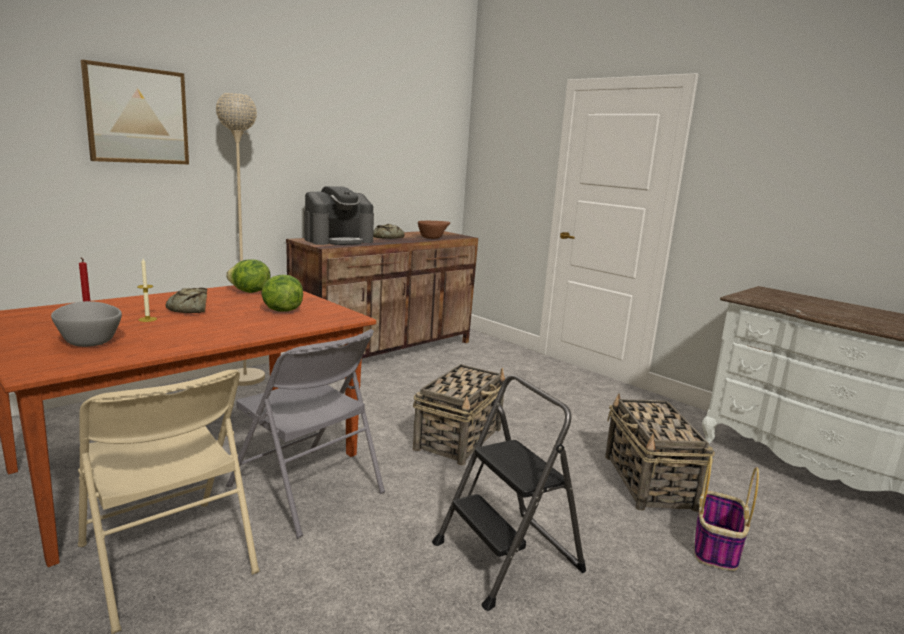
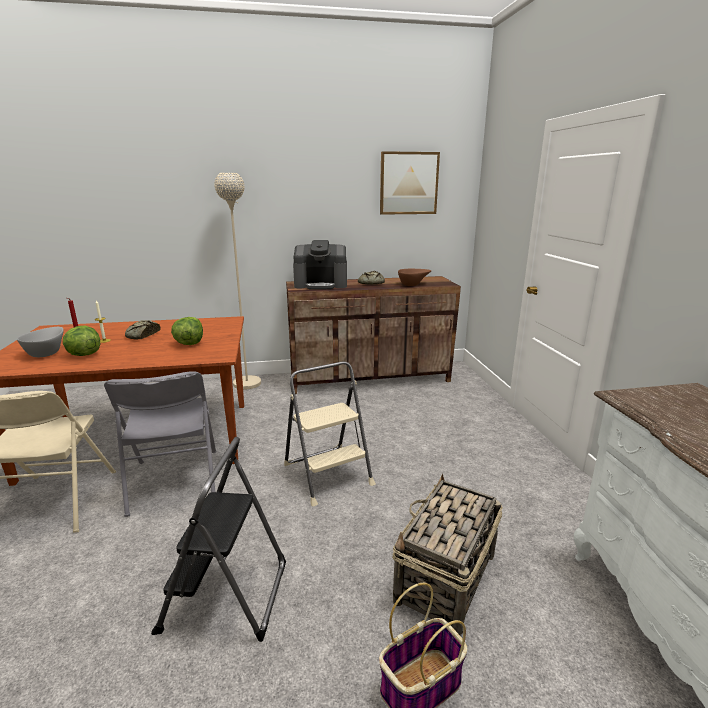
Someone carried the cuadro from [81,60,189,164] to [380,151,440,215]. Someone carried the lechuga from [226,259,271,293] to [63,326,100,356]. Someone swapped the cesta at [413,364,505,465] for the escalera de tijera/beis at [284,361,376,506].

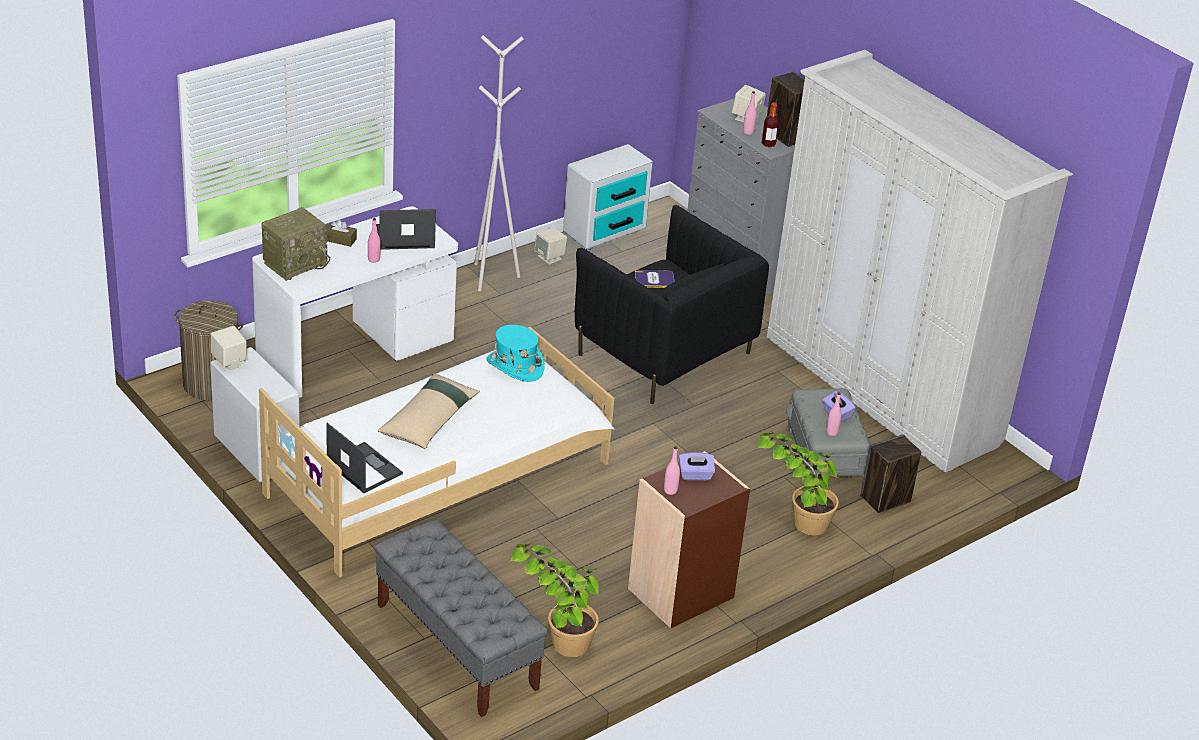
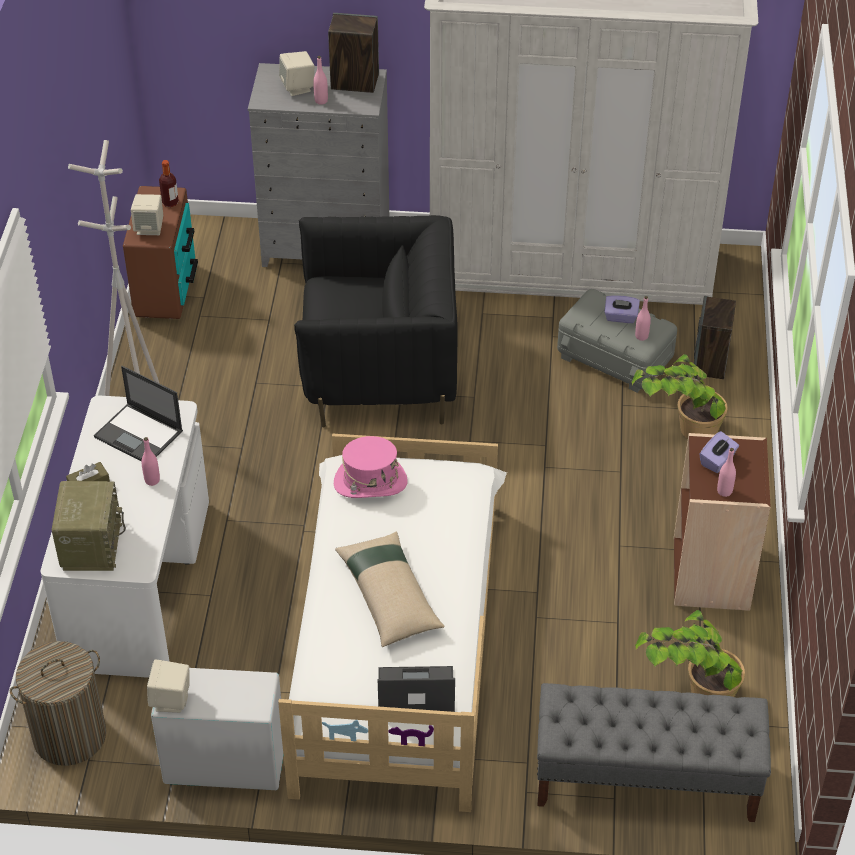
Someone rotated the portátil at [376,209,436,250] by 90 degrees counterclockwise. Someone repainted the sombrero/turquesa at [487,325,545,382], which became the sombrero/rosa at [334,436,408,498]. Someone carried the altavoz/beis from [534,228,567,265] to [131,194,163,235]. Someone repainted the mesita de noche/blanco at [563,144,653,250], which became the mesita de noche/marrón at [123,186,198,319]. Someone took away the libro at [635,270,674,288]. Someone carried the botella from [762,102,779,147] to [159,160,179,207].

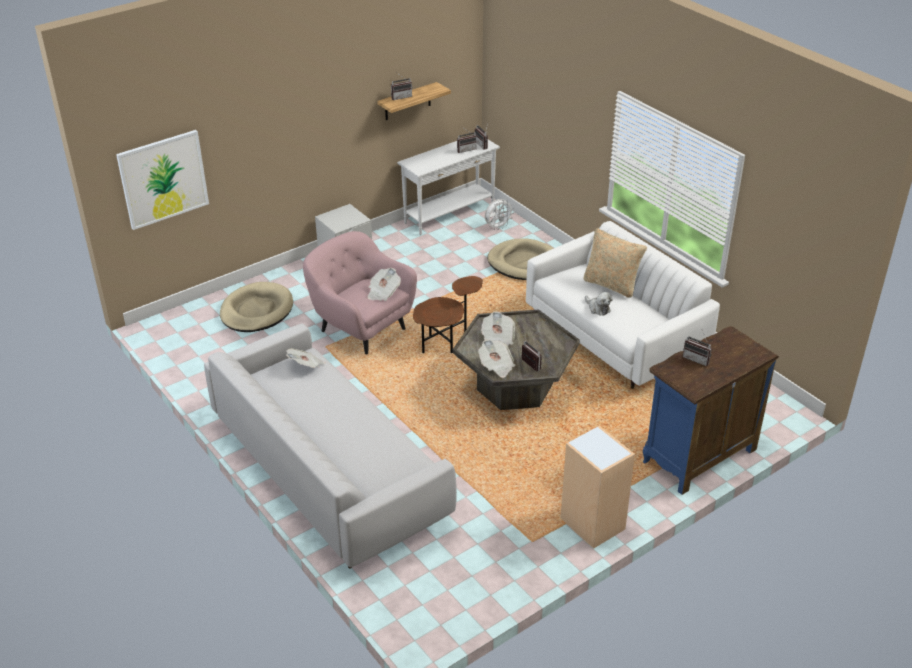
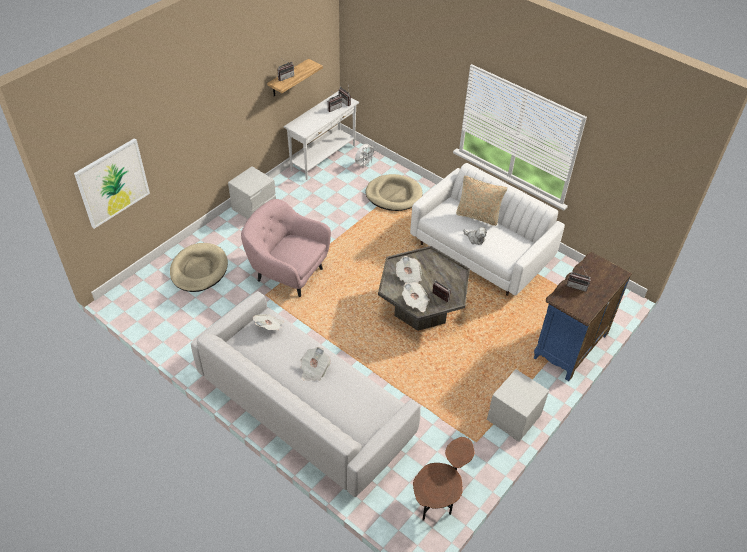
Someone carried the periódico from [367,268,401,301] to [300,347,330,381]. Someone carried the mesa auxiliar/marrón from [413,276,483,353] to [413,437,475,521]. Someone swapped the estantería at [560,426,635,549] for the mesita de noche/blanco at [487,369,549,442].

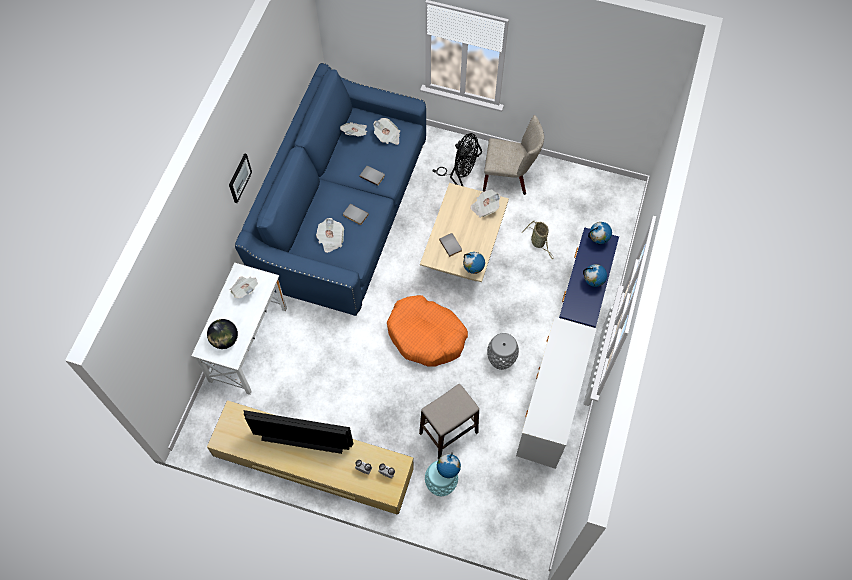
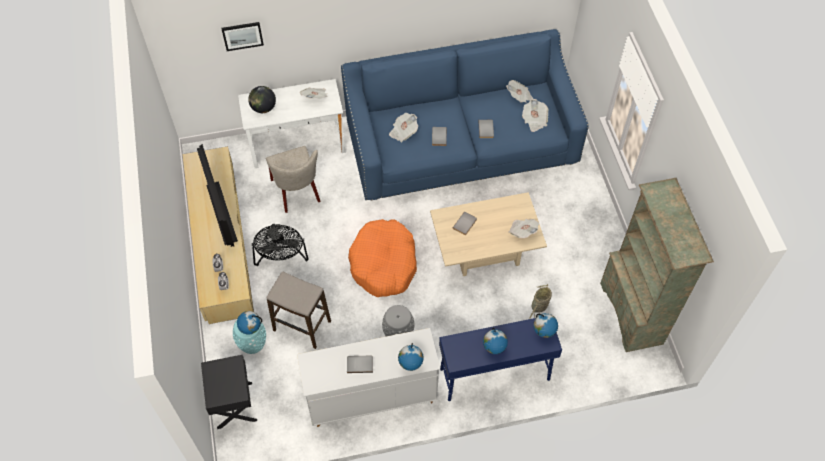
Someone carried the cuadro from [229,153,252,203] to [221,22,264,51]. Someone carried the ventilador/negro from [433,133,482,186] to [252,224,308,266]. Someone carried the globo terráqueo from [463,252,485,274] to [398,343,424,371]. Someone carried the silla/beis from [483,115,544,195] to [266,146,320,213]. Someone put down the mesita de noche/negro at [201,355,257,429]. Someone put down the libro/gris at [347,356,373,373]. Someone put down the estantería/verde at [600,178,714,352].

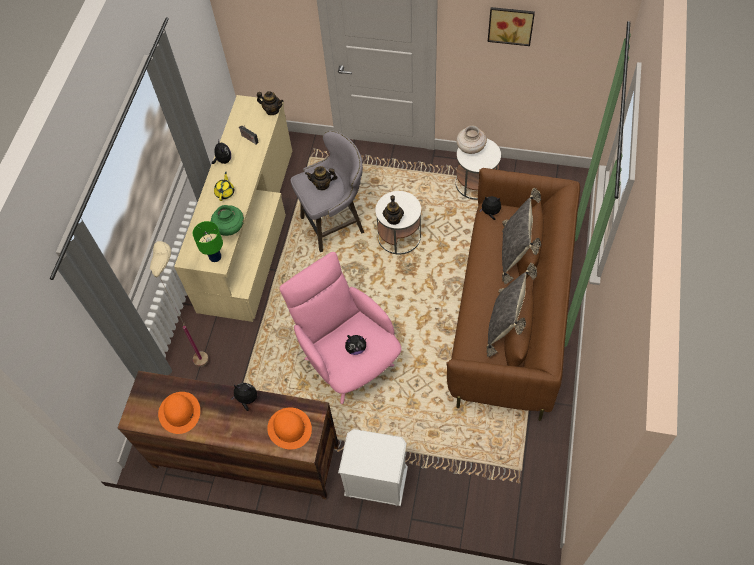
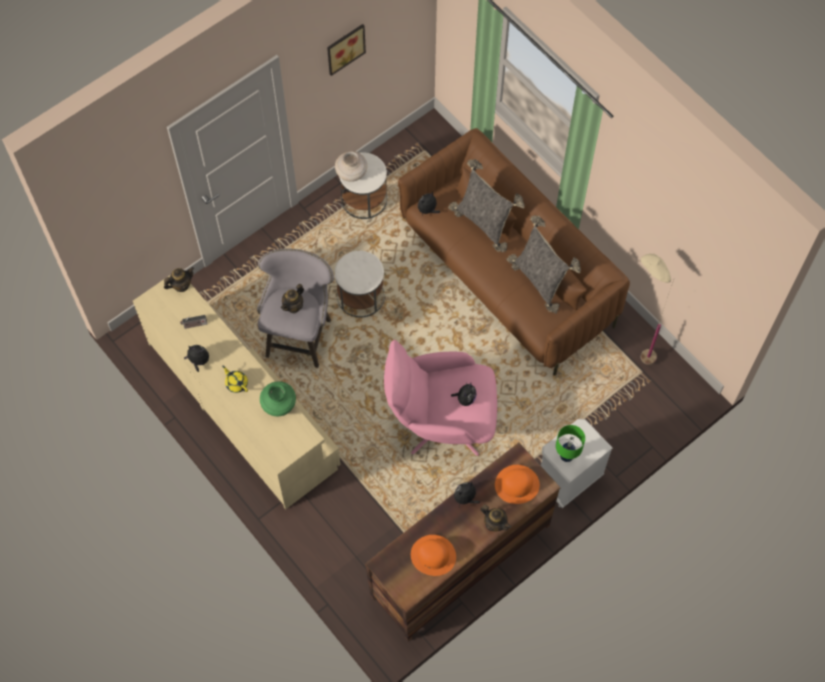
Someone carried the lámpara de pie/beis from [150,241,209,367] to [641,254,674,365]. Someone carried the lámpara de mesa/verde from [193,221,223,262] to [556,425,585,462]. Someone carried the tetera from [383,195,404,225] to [480,504,511,532].

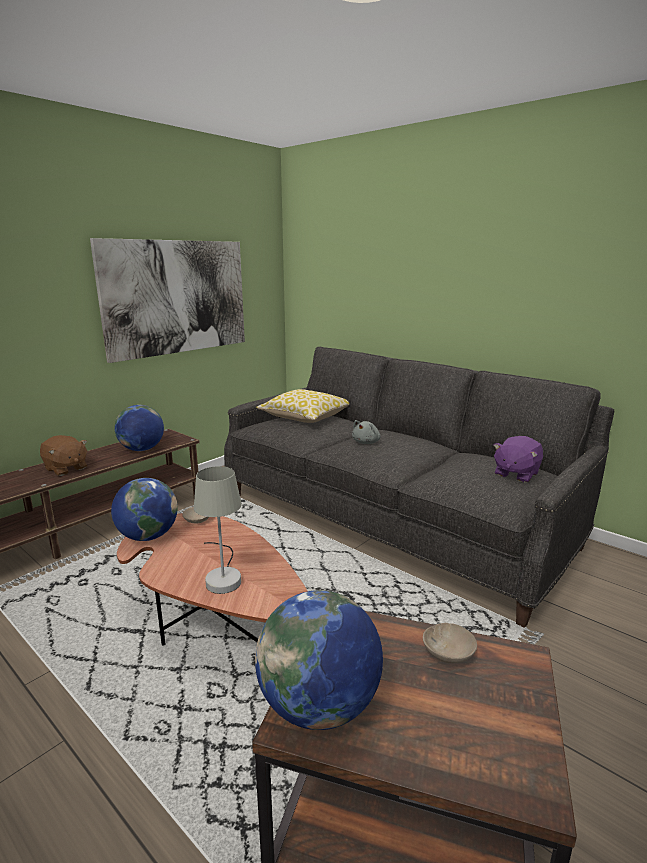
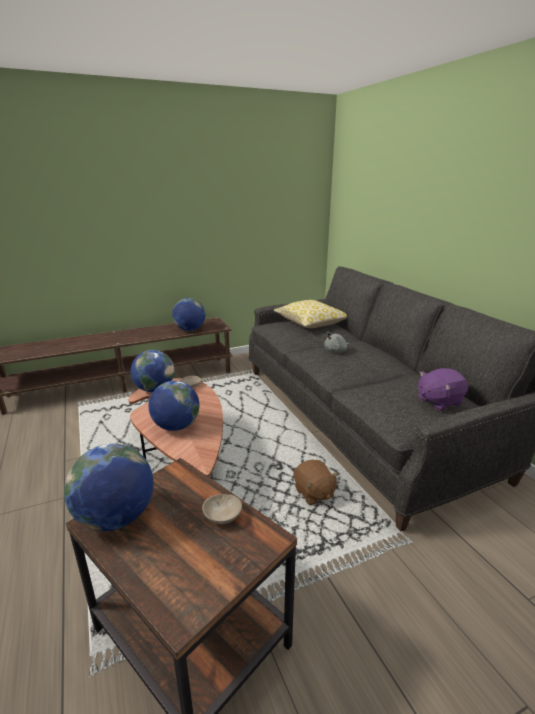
Someone carried the peluche/marrón from [40,435,87,476] to [294,460,339,505]. Someone took away the cuadro at [90,238,245,363]. Someone swapped the lámpara de mesa/gris at [194,466,242,594] for the globo terráqueo at [148,381,199,431].

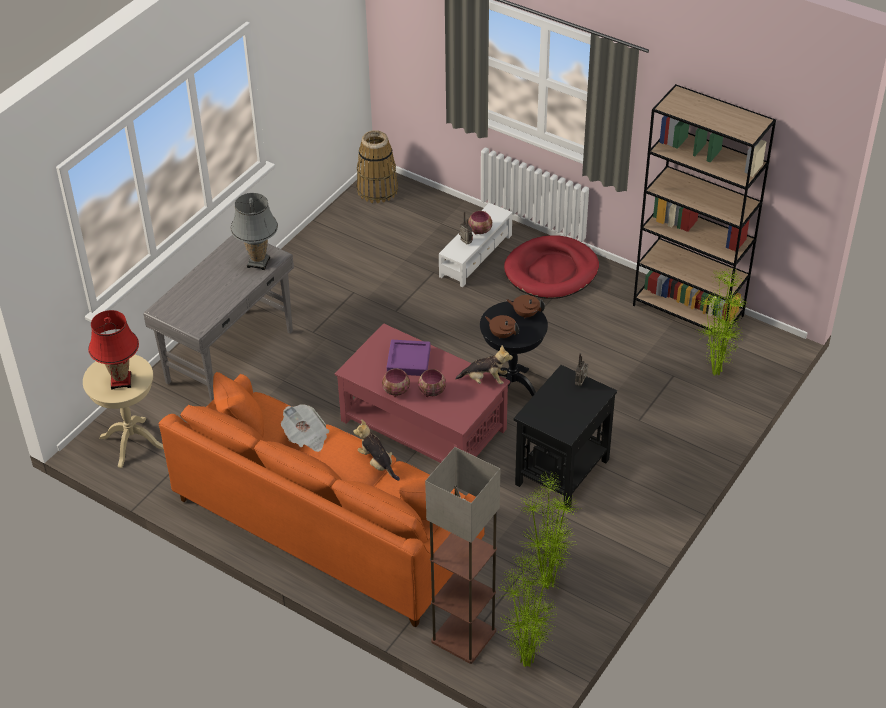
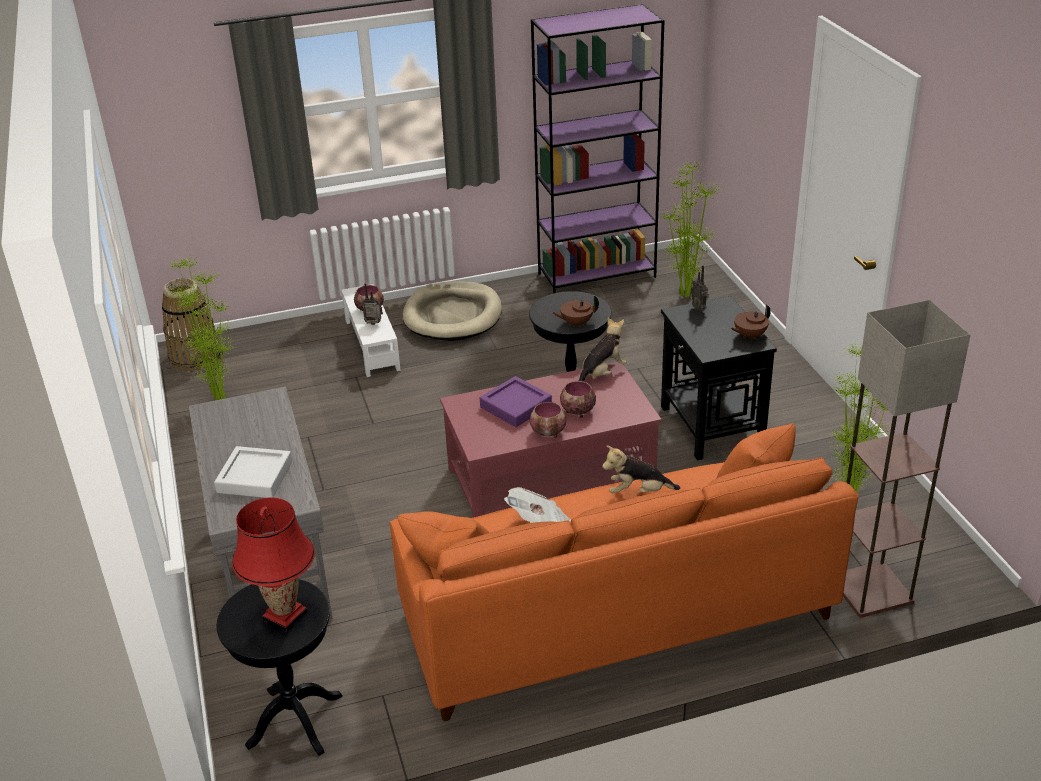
Someone repainted the mesa auxiliar/beis at [83,354,164,468], which became the mesa auxiliar/negro at [217,579,343,756]. Someone took away the lámpara de mesa/gris at [230,193,278,270]. Someone carried the planta en maceta from [496,550,560,667] to [167,256,232,400]. Someone repainted the cama para perro/rojo at [504,235,599,299], which became the cama para perro/beis at [403,281,502,341]. Someone carried the tetera/marrón from [506,295,545,318] to [731,305,771,339]. Someone repainted the estantería/beis at [633,84,776,343], which became the estantería/morado at [531,4,664,293]. Someone put down the bandeja/gris at [214,446,292,498].

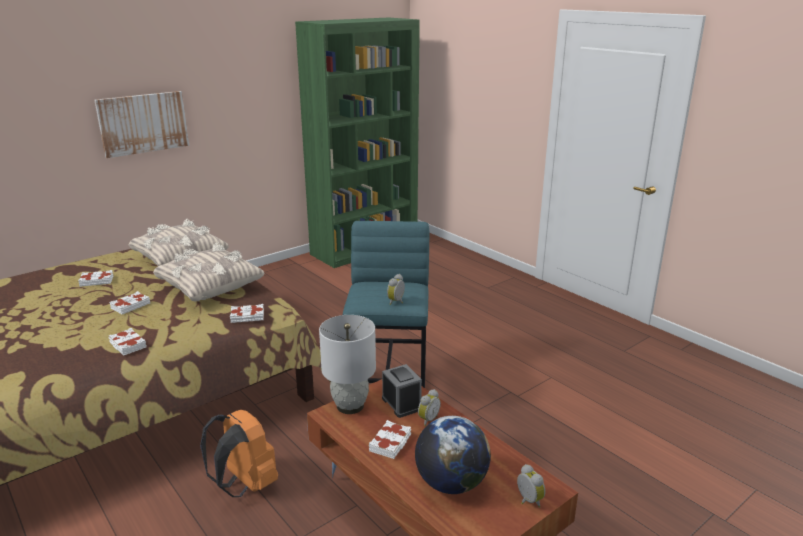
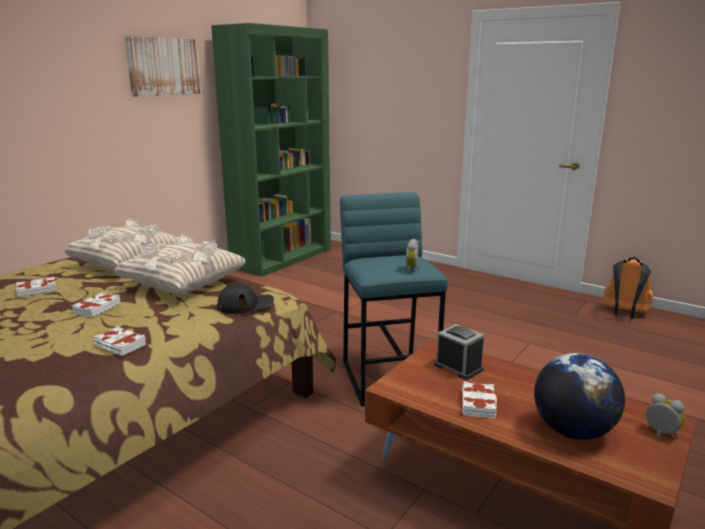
Someone carried the cuadro from [94,91,189,158] to [125,36,202,97]. Someone carried the mochila/naranja from [200,410,278,497] to [604,257,653,319]. Someone swapped the libro/blanco at [230,304,264,323] for the gorra/negro at [217,283,274,314]. Someone took away the lámpara de mesa/blanco at [319,315,376,414]. Someone took away the despertador at [418,389,441,426].

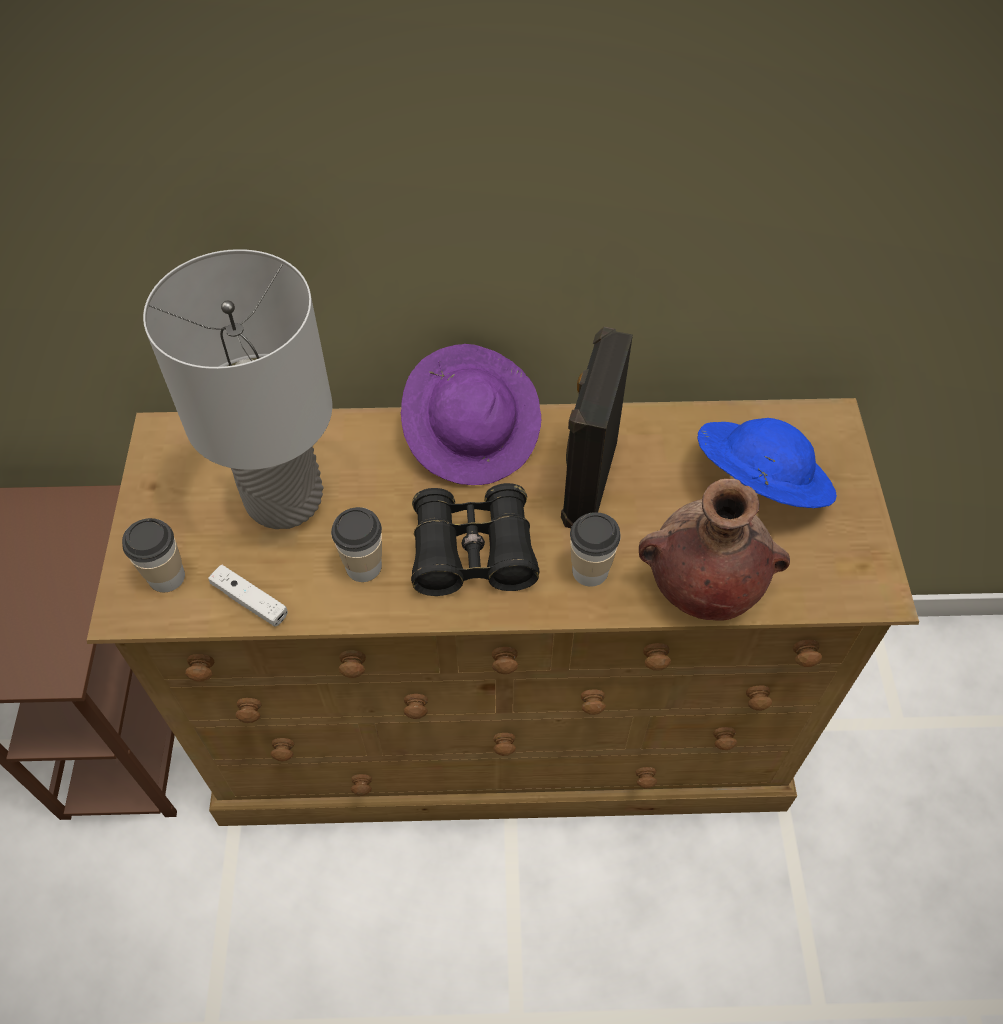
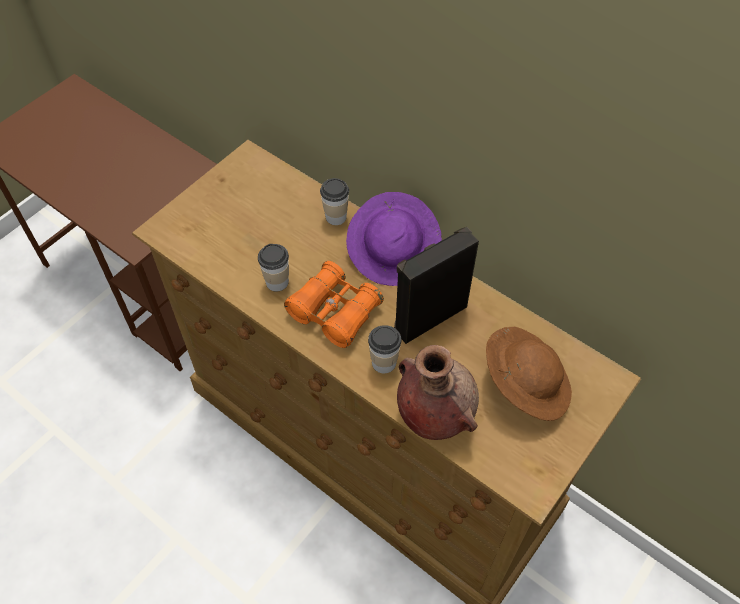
Someone carried the taza from [122,518,185,592] to [320,178,349,225]. Someone took away the lámpara de mesa/gris at [143,249,332,529]. Someone took away the mando de consola/blanco at [208,564,288,627]. Someone repainted the prismáticos/negro at [411,483,540,596], which became the prismáticos/naranja at [284,261,384,348]. Someone repainted the sombrero/azul at [698,418,837,508], which became the sombrero/marrón at [486,327,572,421].

